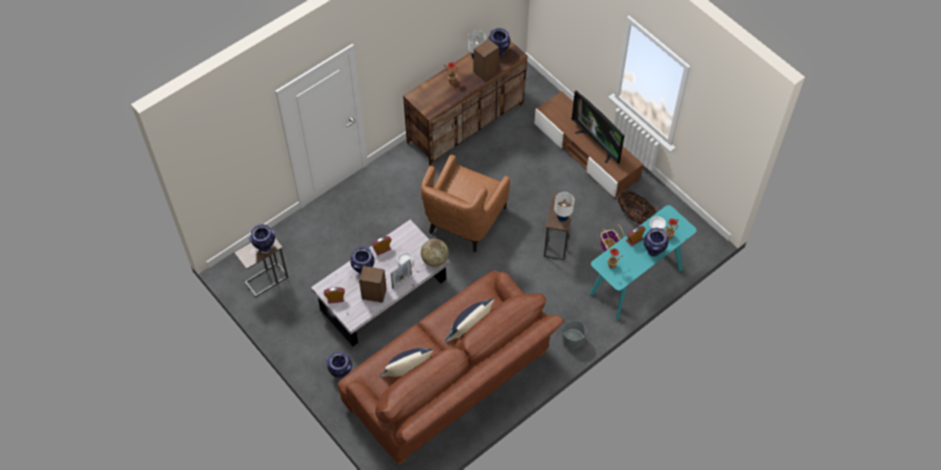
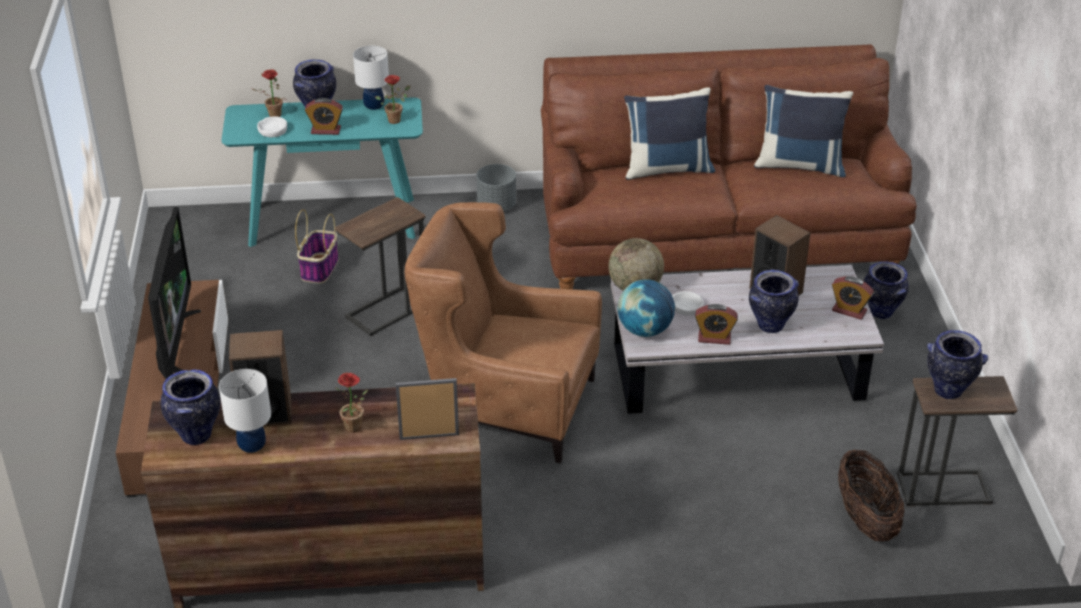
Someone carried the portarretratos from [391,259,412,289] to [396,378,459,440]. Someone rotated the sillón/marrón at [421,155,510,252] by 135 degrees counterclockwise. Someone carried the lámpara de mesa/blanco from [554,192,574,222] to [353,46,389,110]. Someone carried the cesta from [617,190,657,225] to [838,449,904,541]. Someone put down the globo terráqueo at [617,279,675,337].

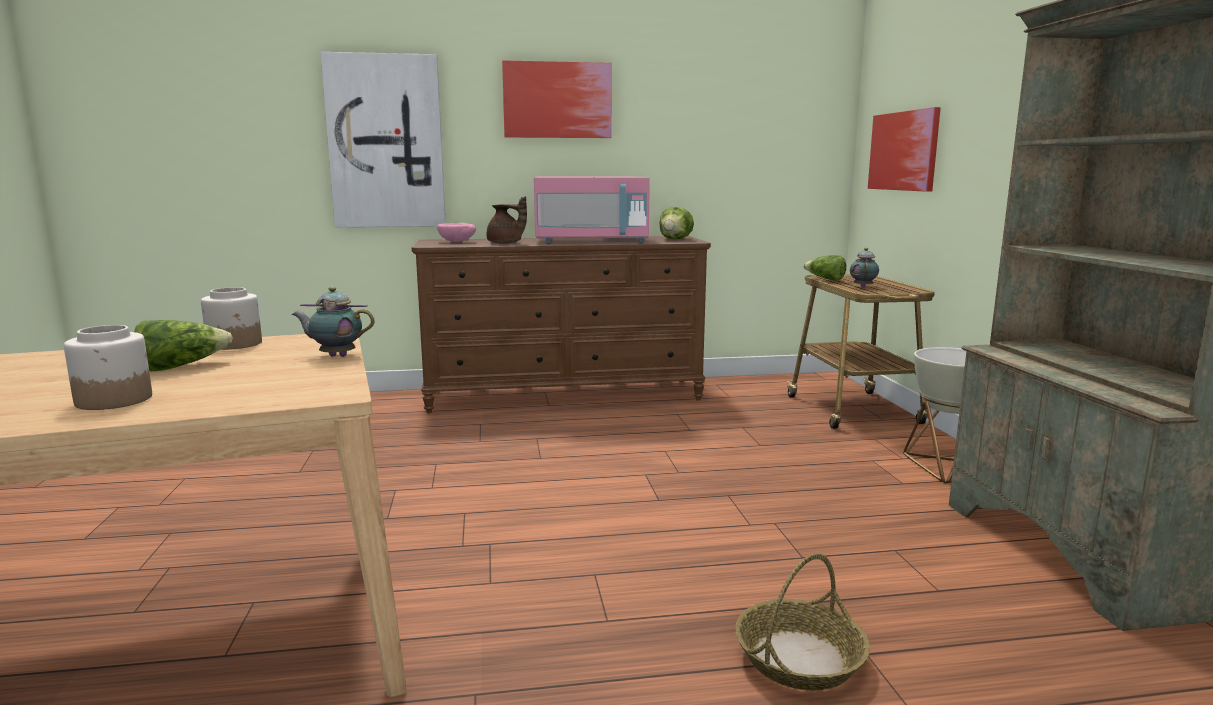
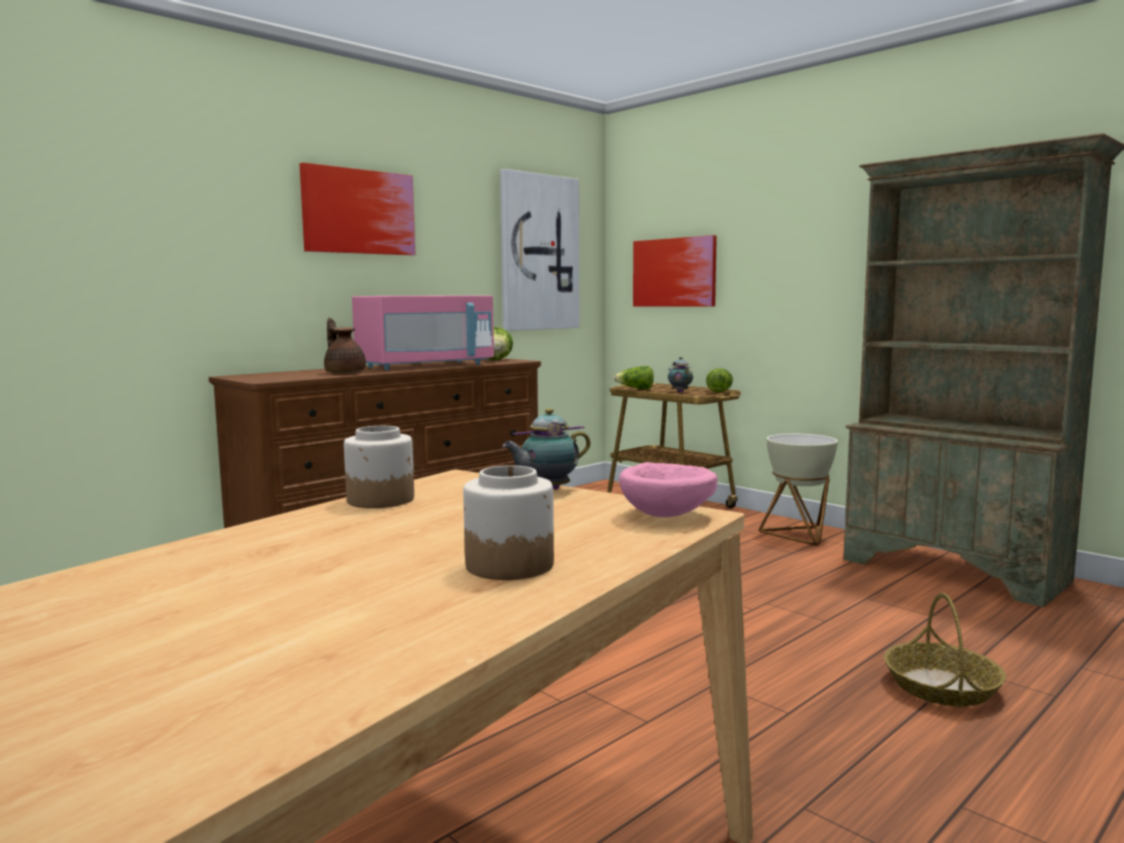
Someone carried the lechuga from [134,320,233,371] to [706,368,733,392]. Someone carried the cuadro from [320,52,446,227] to [500,169,580,331]. Someone carried the cuenco/rosa from [437,223,476,242] to [619,462,718,517]. Someone rotated the tetera/marrón at [487,196,527,244] by 120 degrees counterclockwise.

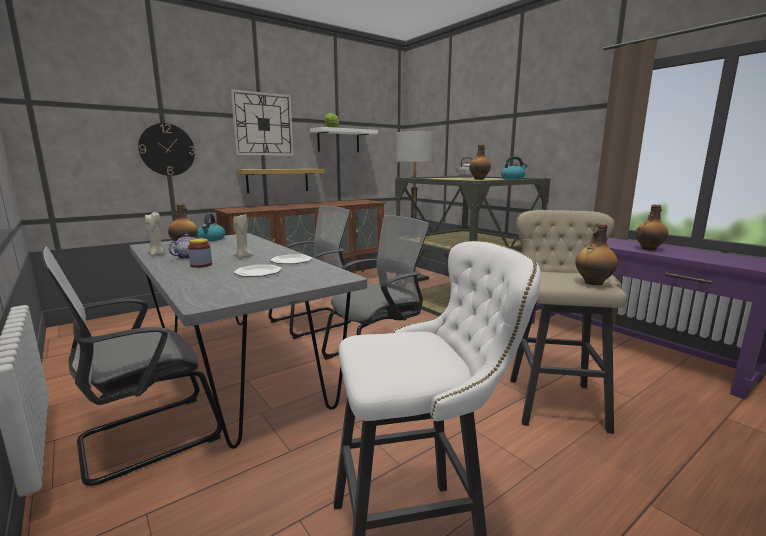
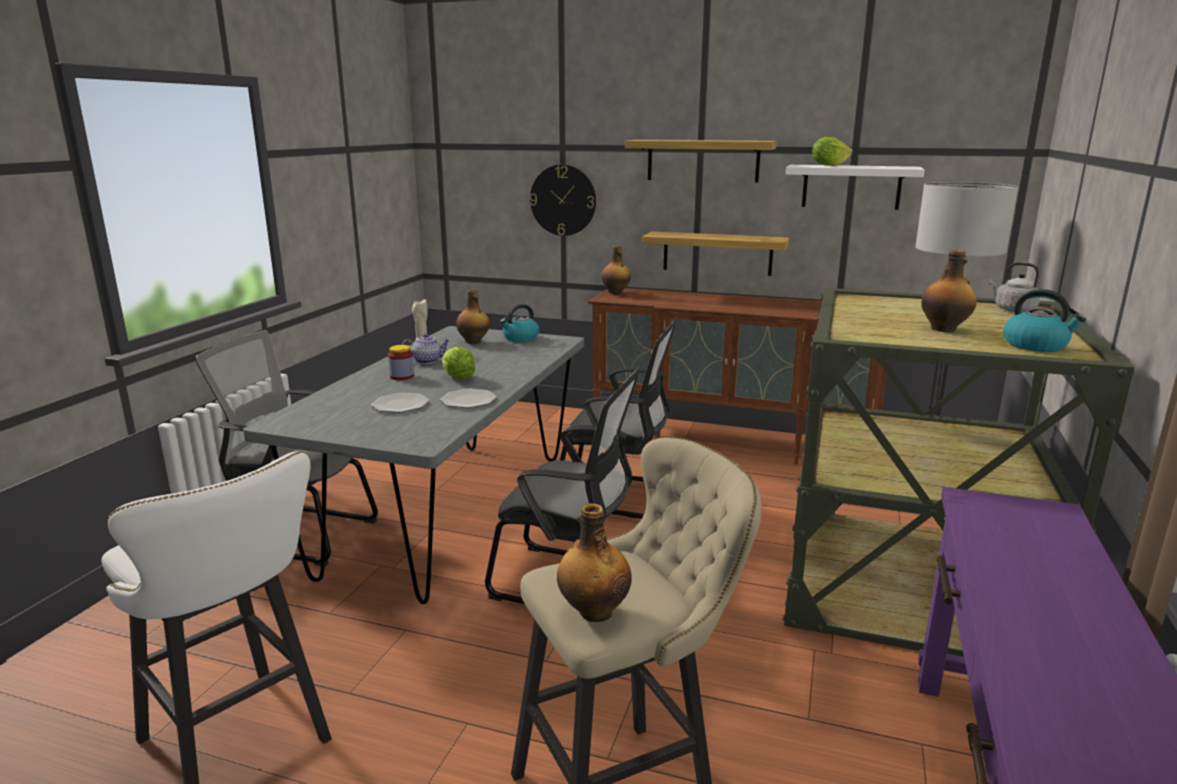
Someone swapped the reloj de pared at [231,89,294,156] for the estante at [625,140,777,183]. Someone swapped the vela/beis at [233,213,253,259] for the lechuga at [442,347,476,379]. Someone carried the botella from [635,204,668,250] to [601,245,631,294].

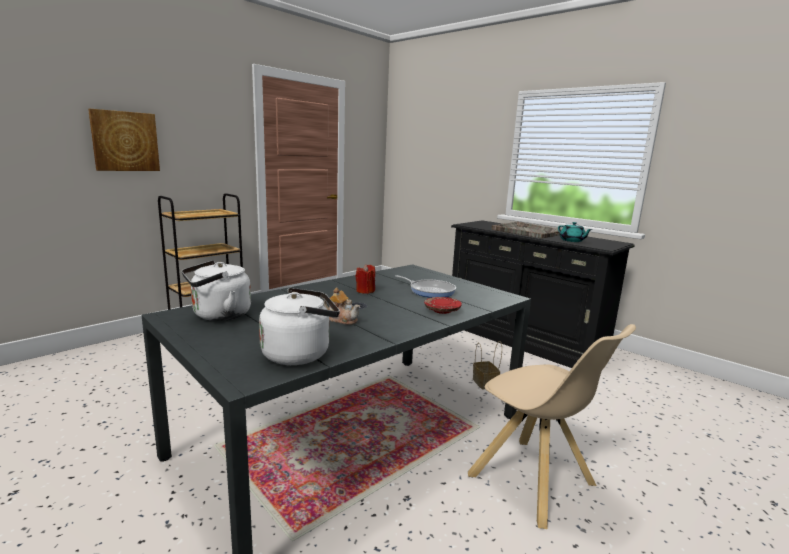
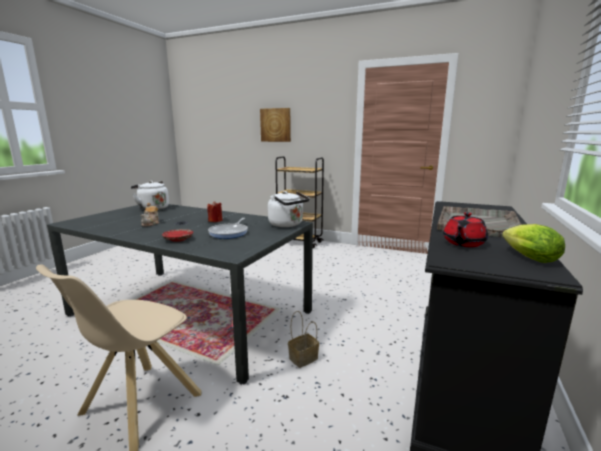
Someone carried the hervidor/blanco from [259,288,340,365] to [268,191,310,227]. Someone repainted the tetera/turquesa at [558,222,593,242], which became the tetera/rojo at [443,212,488,247]. Someone put down the lechuga at [502,224,565,263].

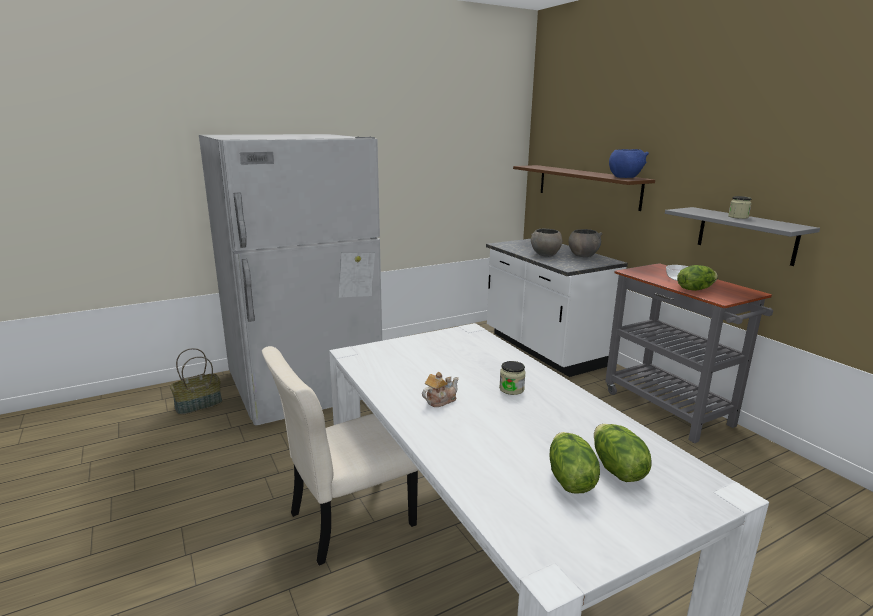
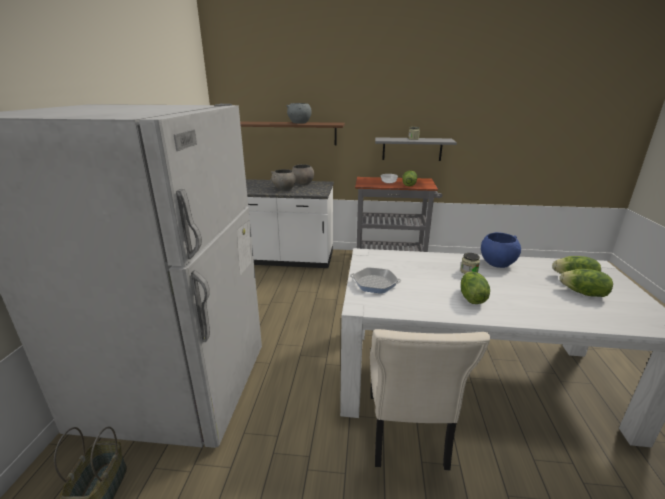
Someone swapped the tetera at [422,372,459,407] for the lechuga at [461,272,490,304]. Someone carried the cuenco/azul from [609,149,649,178] to [481,232,521,268]. Someone put down the cuenco/gris at [287,103,312,124]. Someone put down the sartén at [350,267,401,293].

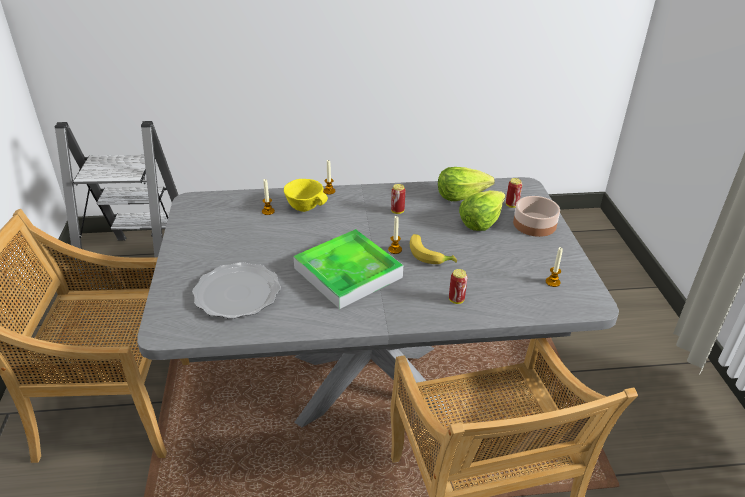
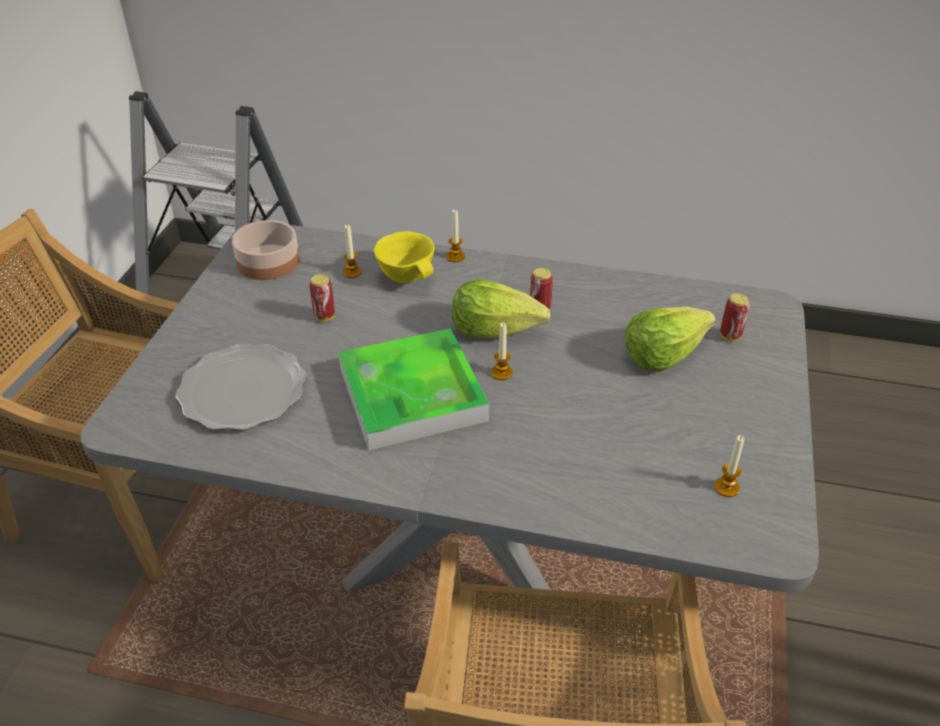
Someone took away the plátano at [410,234,457,264]. Someone carried the lechuga from [438,167,495,201] to [452,279,550,338]. Someone carried the lata from [449,269,468,304] to [309,274,335,322]. Someone carried the cuenco from [513,196,560,237] to [232,220,299,280].

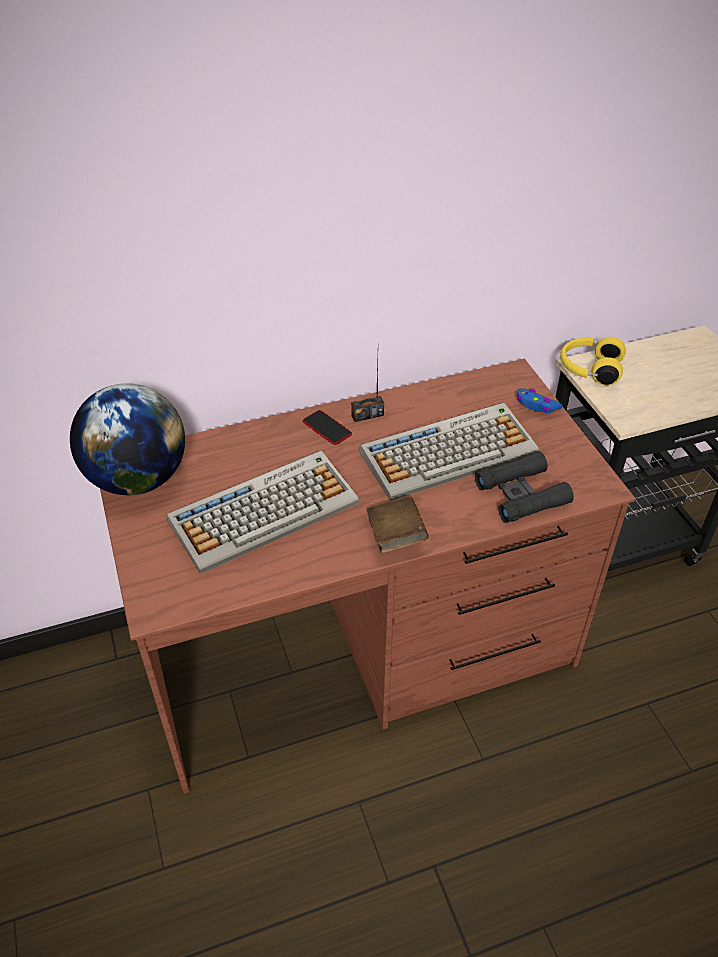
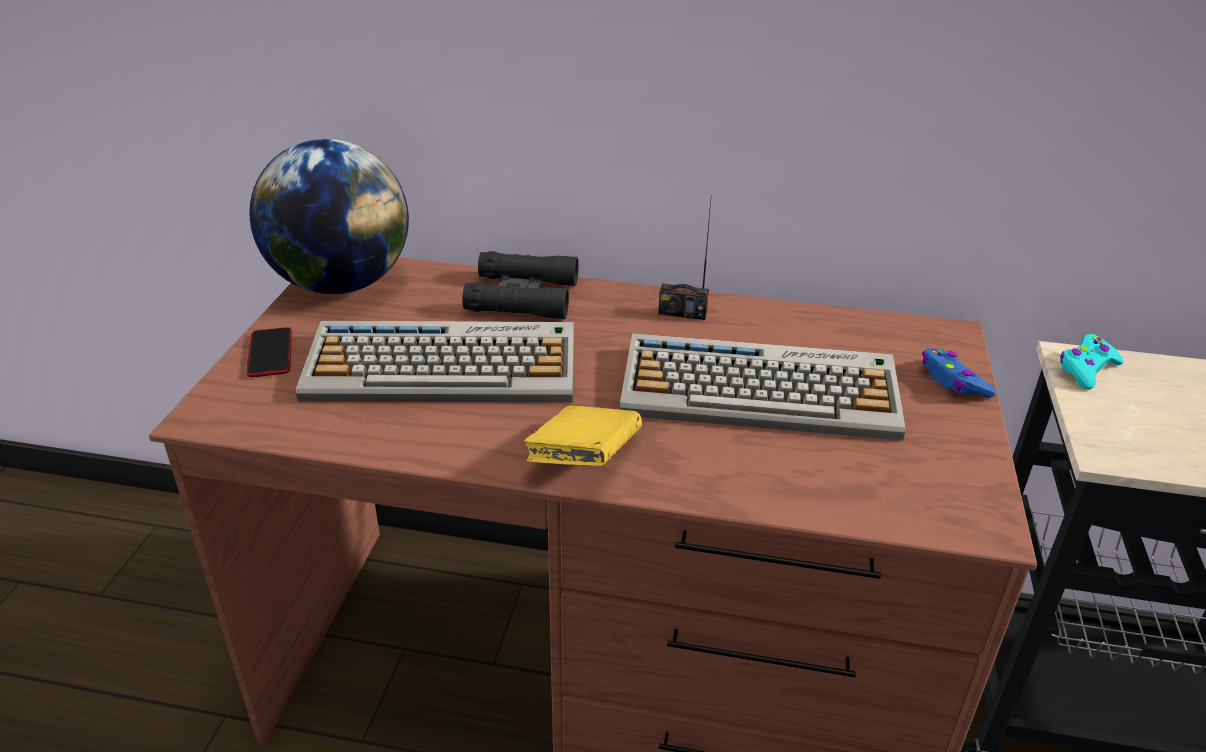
Someone carried the móvil from [303,410,352,445] to [246,327,292,377]. Someone repainted the libro/marrón at [366,497,429,553], which became the libro/amarillo at [524,406,642,466]. Someone carried the prismáticos/negro from [475,451,574,523] to [462,251,579,319]. Someone swapped the auriculares/amarillo at [560,337,626,385] for the mando de consola/turquesa at [1060,334,1124,390].

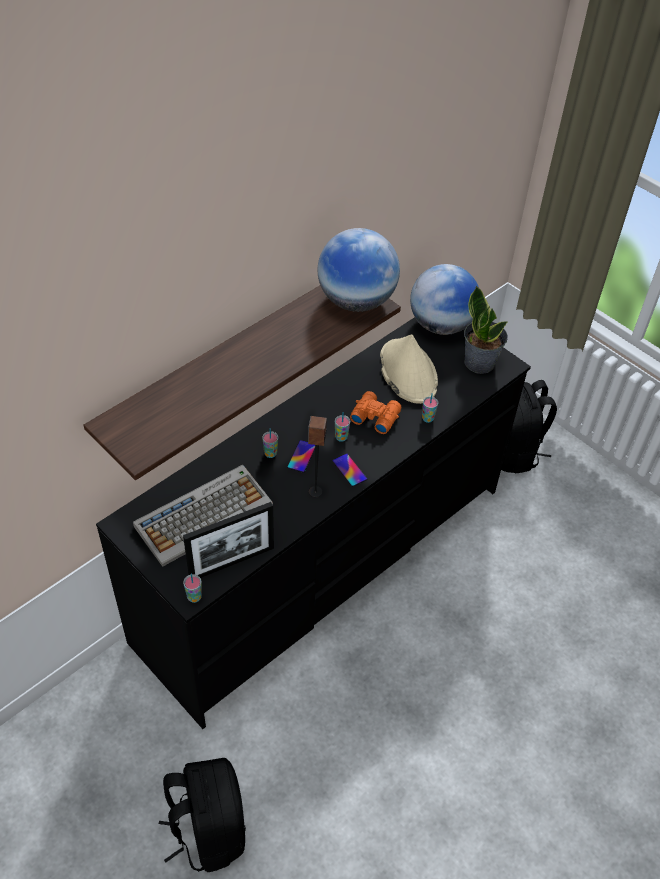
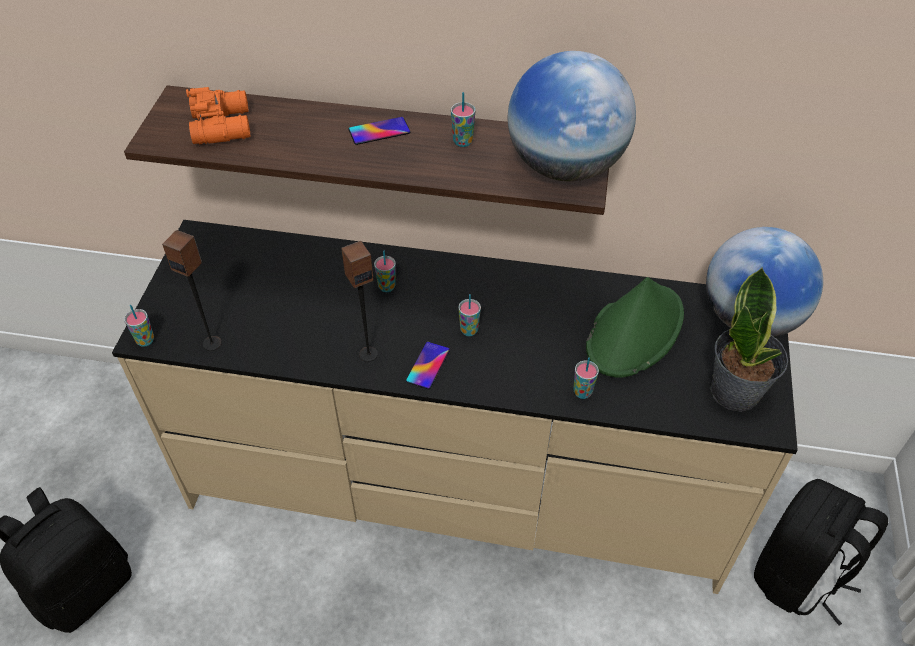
Someone repainted the cómoda/negro at [96,317,531,729], which became the cómoda/beis at [112,220,798,594]. Someone took away the teclado at [133,465,273,567]. Someone swapped the portarretratos at [183,502,274,578] for the altavoz at [162,230,222,351]. Someone carried the móvil from [287,440,315,473] to [349,117,410,145]. Someone carried the prismáticos/naranja from [350,391,402,434] to [186,87,251,144]. Someone repainted the sombrero/beis at [380,334,438,404], which became the sombrero/verde at [586,277,684,378]. Someone put down the taza at [451,92,475,147].

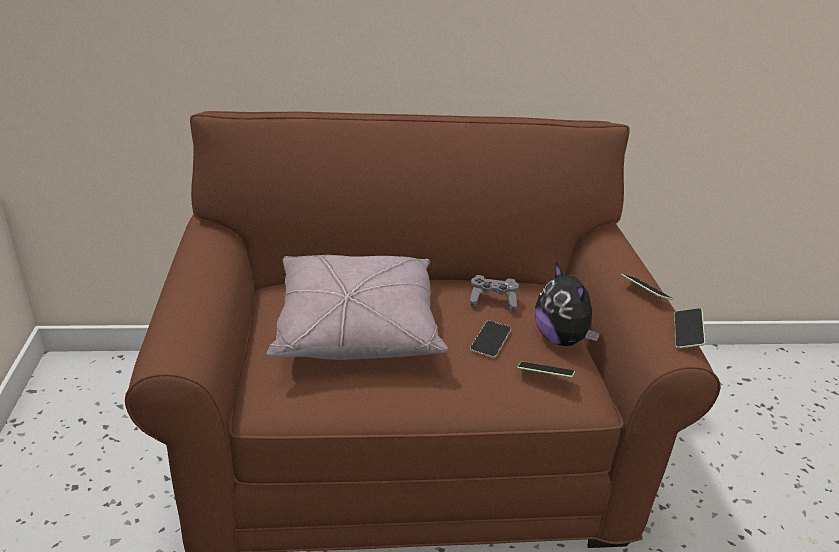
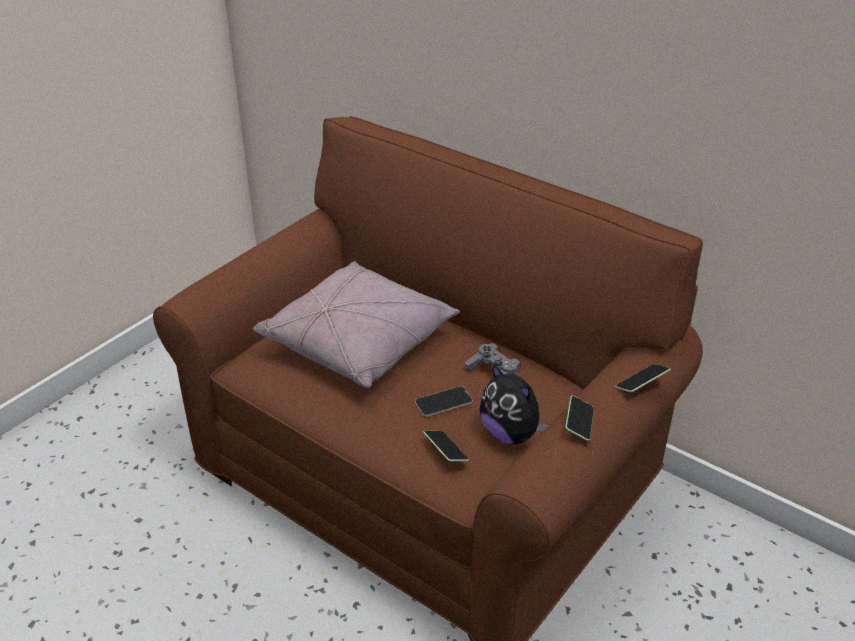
Someone rotated the peluche at [535,262,600,346] by 60 degrees counterclockwise. Someone carried the móvil from [674,308,705,348] to [615,364,671,392].

